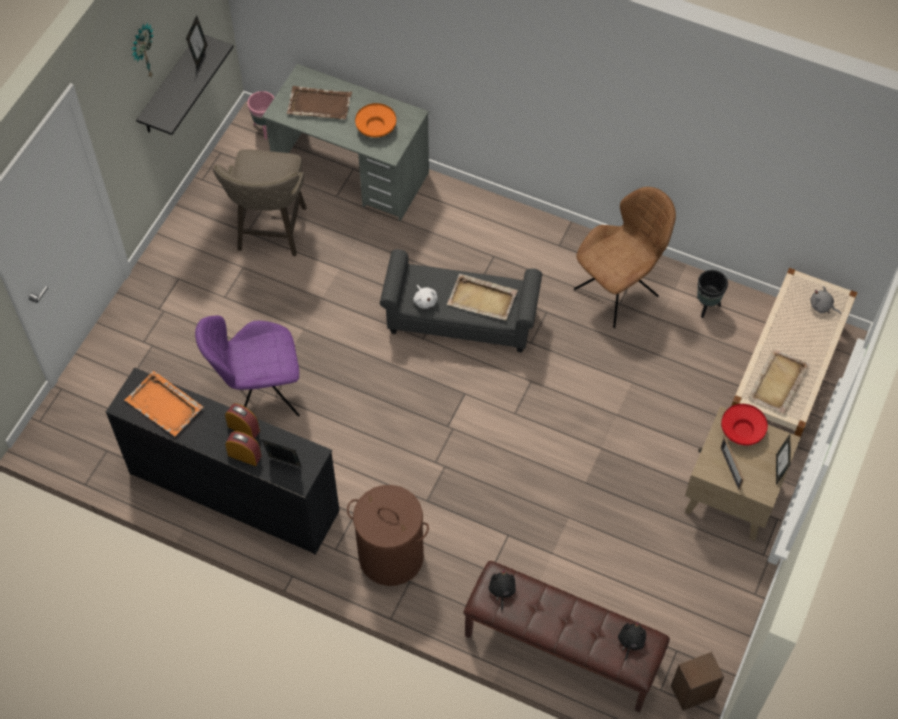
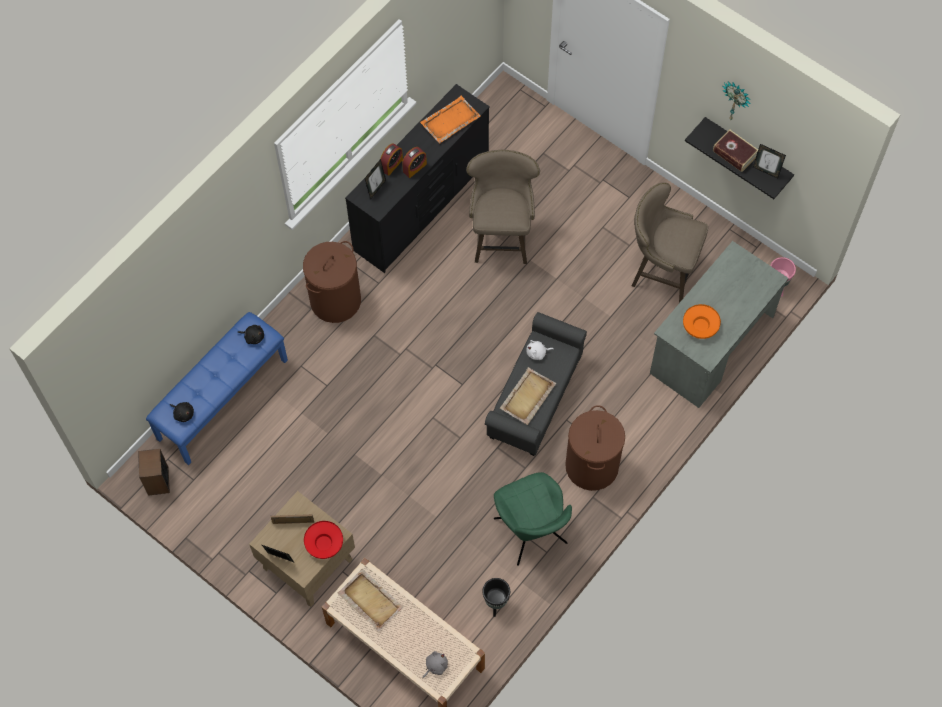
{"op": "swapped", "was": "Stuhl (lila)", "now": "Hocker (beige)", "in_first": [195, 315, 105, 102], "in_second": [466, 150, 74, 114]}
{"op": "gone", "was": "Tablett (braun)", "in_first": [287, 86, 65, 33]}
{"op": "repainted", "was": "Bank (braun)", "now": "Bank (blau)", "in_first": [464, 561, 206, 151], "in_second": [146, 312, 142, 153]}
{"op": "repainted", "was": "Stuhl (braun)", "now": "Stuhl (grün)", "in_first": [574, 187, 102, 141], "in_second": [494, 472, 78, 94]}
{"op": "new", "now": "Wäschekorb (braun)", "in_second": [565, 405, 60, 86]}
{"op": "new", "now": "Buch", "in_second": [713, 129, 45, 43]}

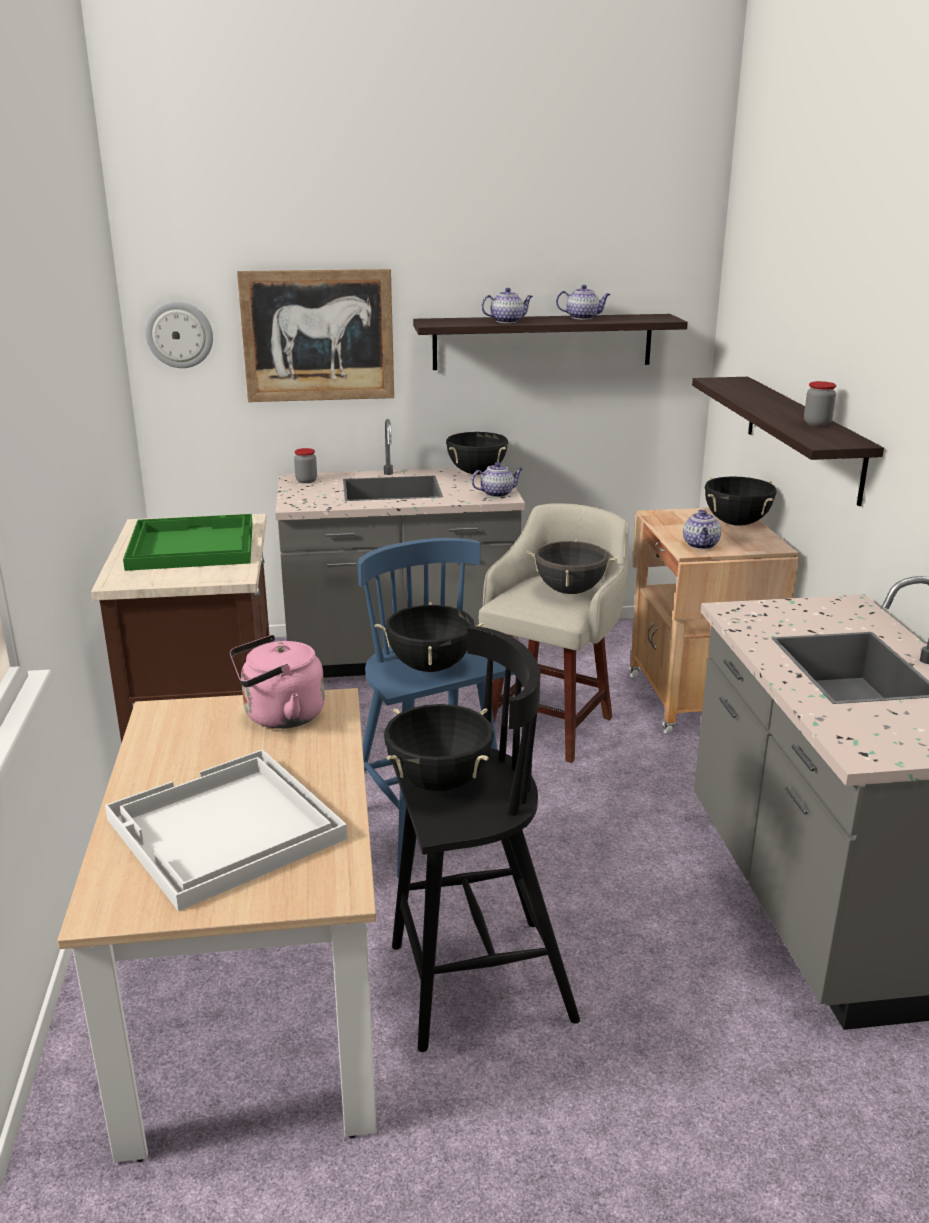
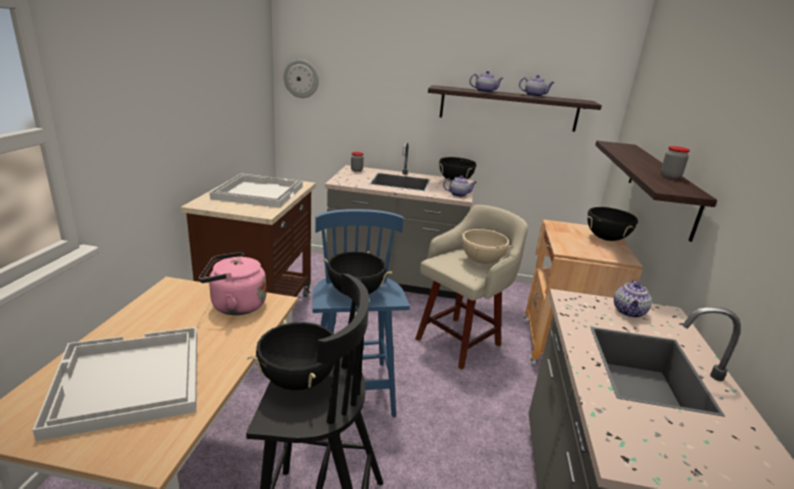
{"op": "repainted", "was": "Tablett (grün)", "now": "Tablett (weiß)", "in_first": [123, 514, 130, 57], "in_second": [209, 174, 94, 34]}
{"op": "gone", "was": "Bild", "in_first": [237, 269, 157, 133]}
{"op": "repainted", "was": "Kochtopf (schwarz)", "now": "Kochtopf (beige)", "in_first": [527, 540, 90, 54], "in_second": [458, 229, 56, 35]}
{"op": "shifted", "was": "Teekanne", "in_first": [683, 510, 38, 39], "in_second": [614, 279, 38, 39]}

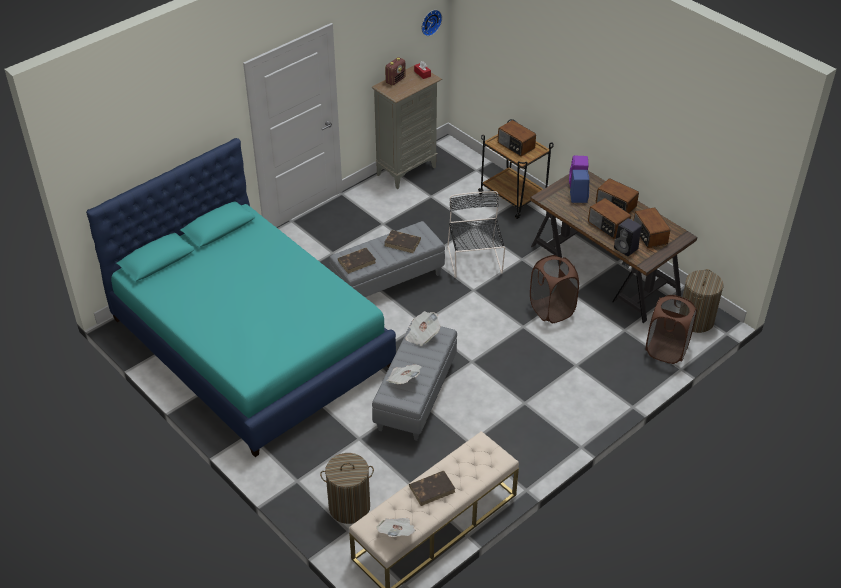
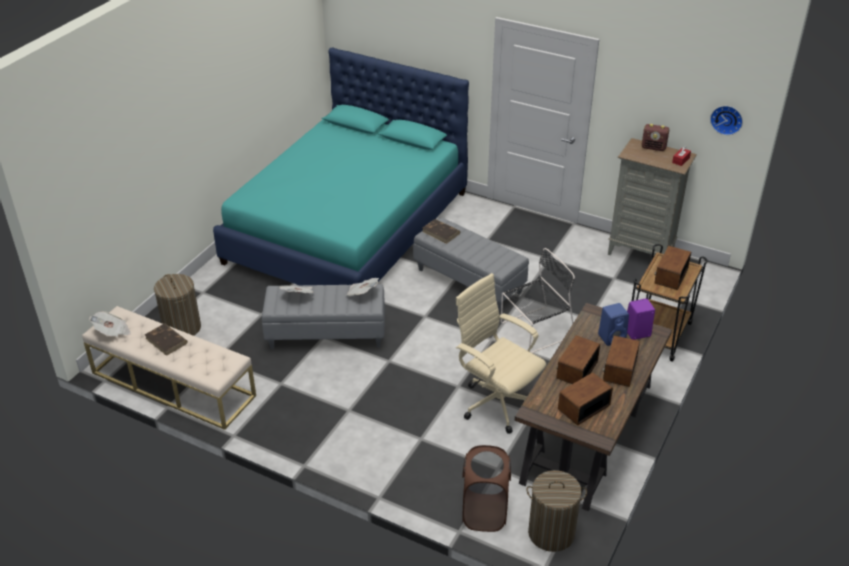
{"op": "gone", "was": "Buch (braun)", "in_first": [384, 230, 37, 23]}
{"op": "swapped", "was": "Wäschekorb (braun)", "now": "Bürostuhl (beige)", "in_first": [530, 255, 49, 68], "in_second": [456, 273, 90, 161]}
{"op": "gone", "was": "Lautsprecher (schwarz)", "in_first": [614, 218, 27, 38]}

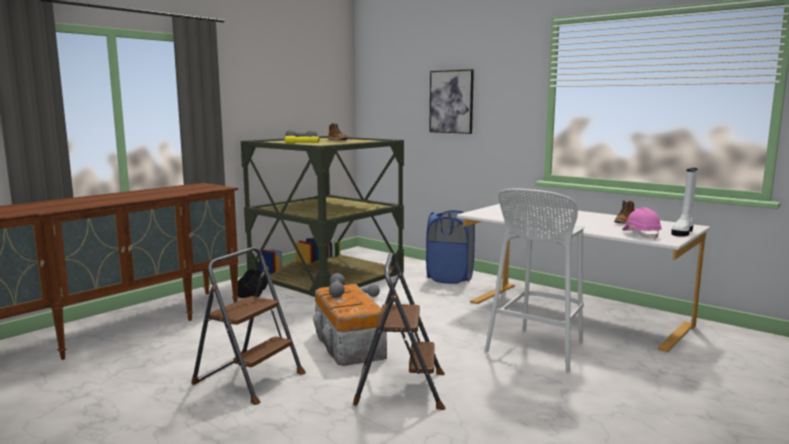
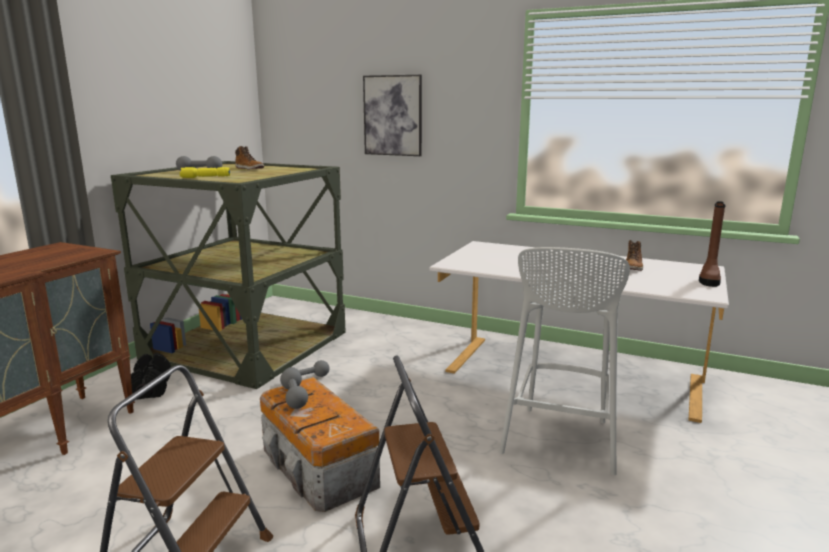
{"op": "gone", "was": "Wäschekorb (blau)", "in_first": [426, 210, 49, 74]}
{"op": "gone", "was": "Schutzhelm (rosa)", "in_first": [622, 208, 40, 32]}
{"op": "repainted", "was": "Stiefel (weiß)", "now": "Stiefel (braun)", "in_first": [671, 168, 27, 69], "in_second": [699, 201, 27, 86]}

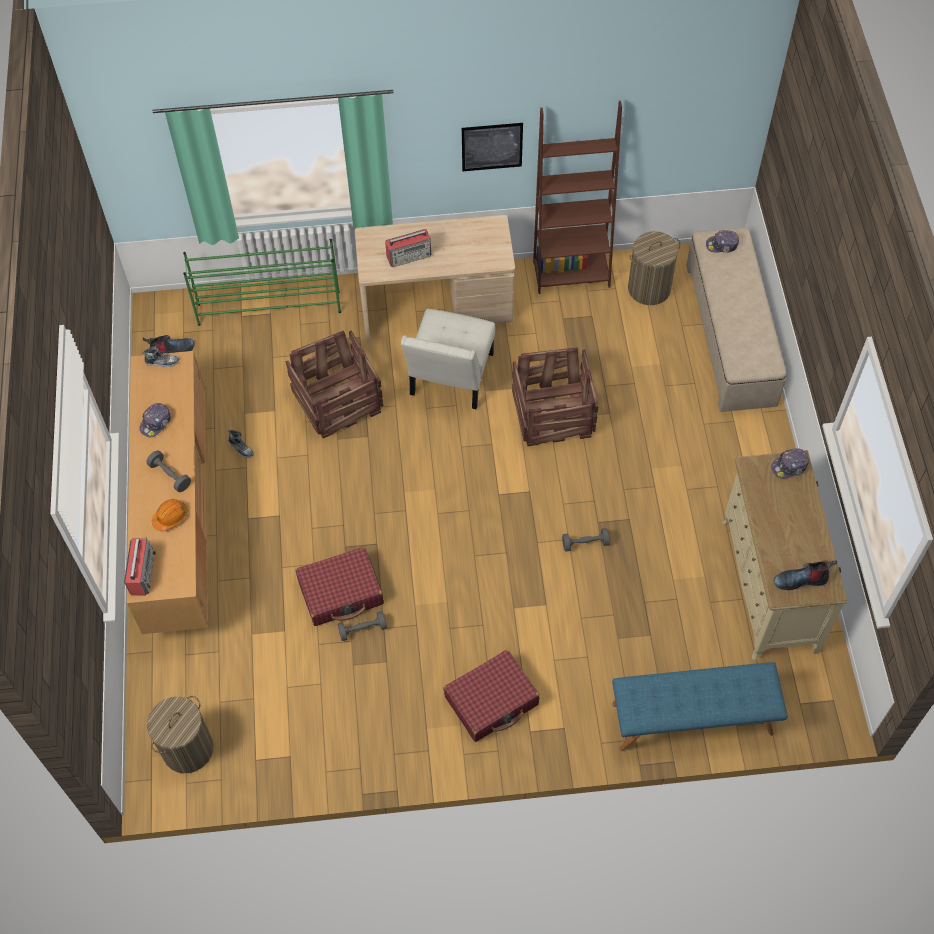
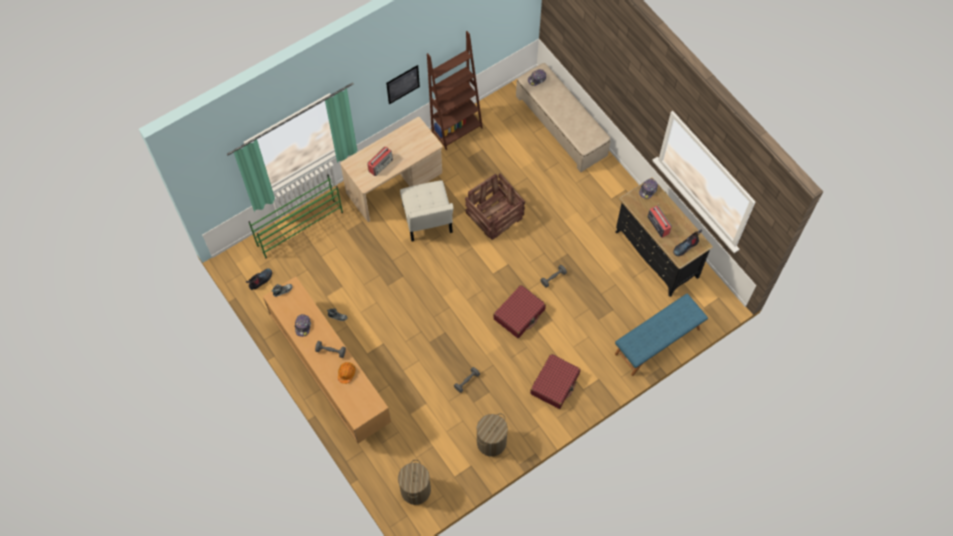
{"op": "shifted", "was": "Radio", "in_first": [124, 536, 32, 60], "in_second": [648, 204, 24, 34]}
{"op": "gone", "was": "Kiste", "in_first": [285, 330, 99, 108]}
{"op": "shifted", "was": "Koffer (rot)", "in_first": [296, 547, 88, 79], "in_second": [493, 285, 53, 53]}
{"op": "shifted", "was": "Wäschekorb", "in_first": [628, 231, 53, 74], "in_second": [477, 413, 31, 44]}
{"op": "repainted", "was": "Kommode (beige)", "now": "Kommode (schwarz)", "in_first": [722, 450, 125, 210], "in_second": [615, 177, 98, 120]}

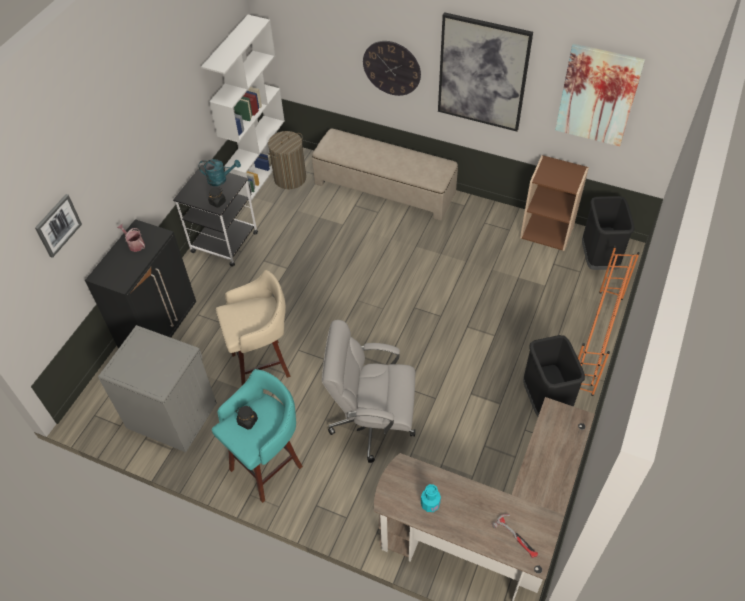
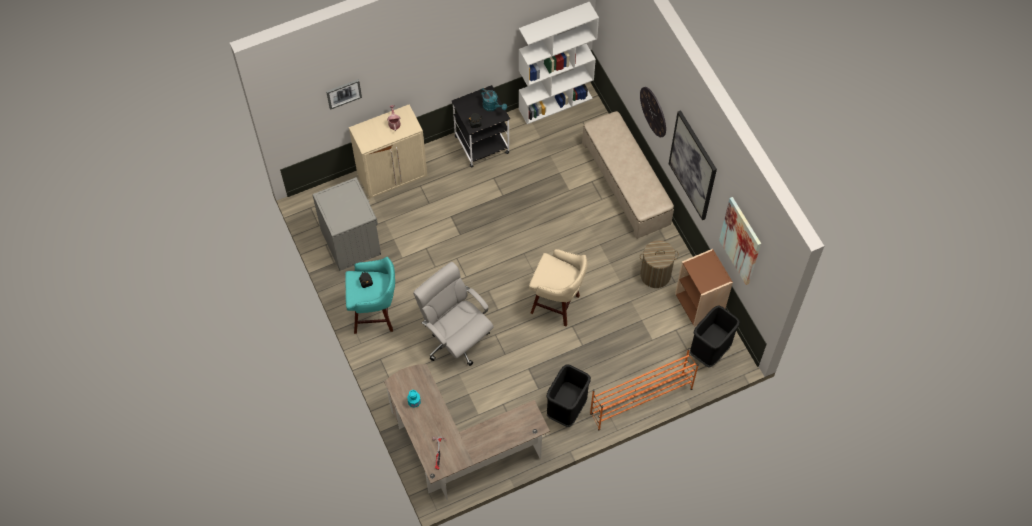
{"op": "repainted", "was": "Schrank (schwarz)", "now": "Schrank (beige)", "in_first": [85, 219, 111, 129], "in_second": [349, 105, 78, 93]}
{"op": "shifted", "was": "Hocker (beige)", "in_first": [216, 270, 74, 115], "in_second": [529, 249, 59, 78]}
{"op": "shifted", "was": "Wäschekorb", "in_first": [268, 131, 38, 58], "in_second": [640, 240, 39, 48]}

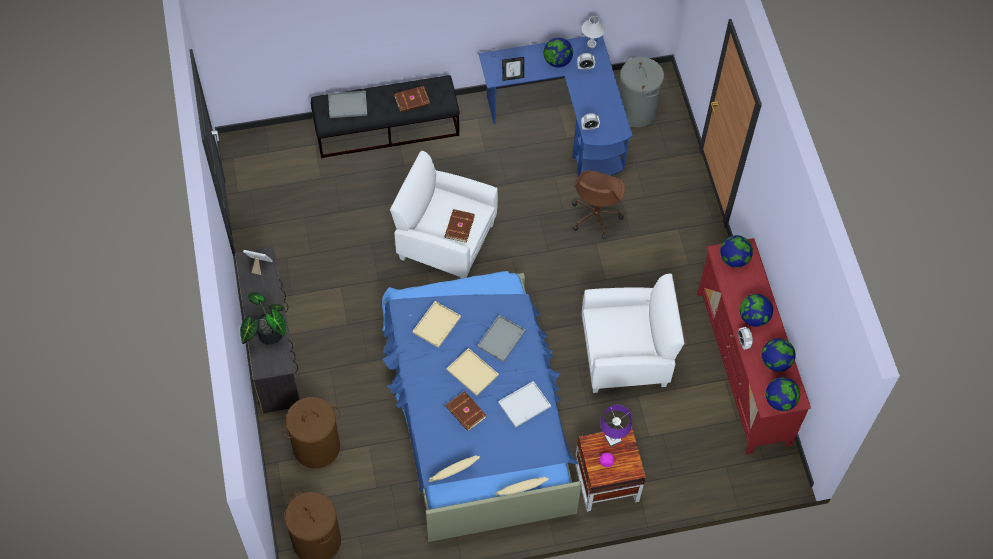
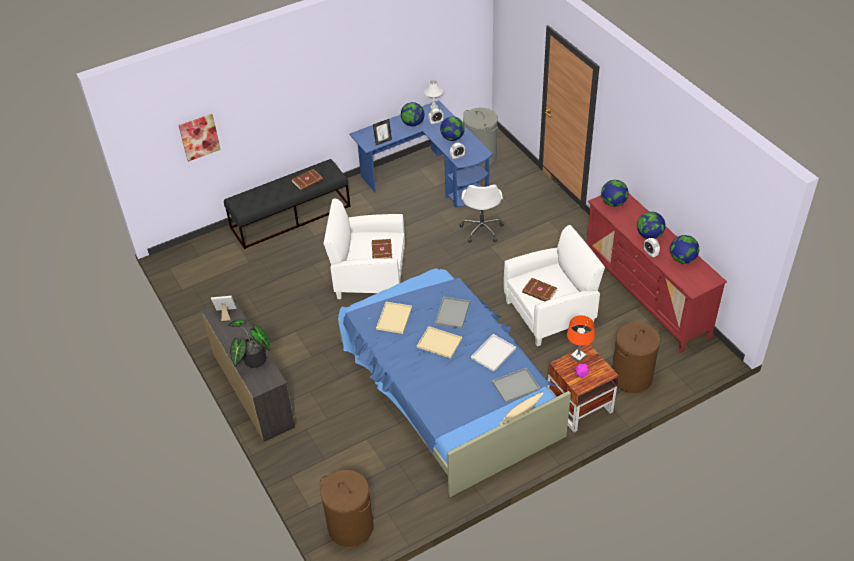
{"op": "shifted", "was": "Wäschekorb (braun)", "in_first": [281, 397, 59, 71], "in_second": [612, 322, 48, 71]}
{"op": "shifted", "was": "Tablett (grau)", "in_first": [328, 91, 39, 27], "in_second": [492, 368, 48, 35]}
{"op": "gone", "was": "Kissen (beige)", "in_first": [428, 455, 52, 27]}
{"op": "shifted", "was": "Buch (braun)", "in_first": [446, 391, 41, 40], "in_second": [522, 278, 35, 23]}
{"op": "repainted", "was": "Bürostuhl (braun)", "now": "Bürostuhl (weiß)", "in_first": [572, 171, 53, 68], "in_second": [459, 185, 45, 58]}
{"op": "repainted", "was": "Tischlampe (lila)", "now": "Tischlampe (orange)", "in_first": [601, 404, 31, 43], "in_second": [567, 315, 28, 48]}
{"op": "shifted", "was": "Globus", "in_first": [766, 377, 34, 34], "in_second": [440, 116, 25, 25]}
{"op": "new", "now": "Bild", "in_second": [178, 114, 43, 48]}

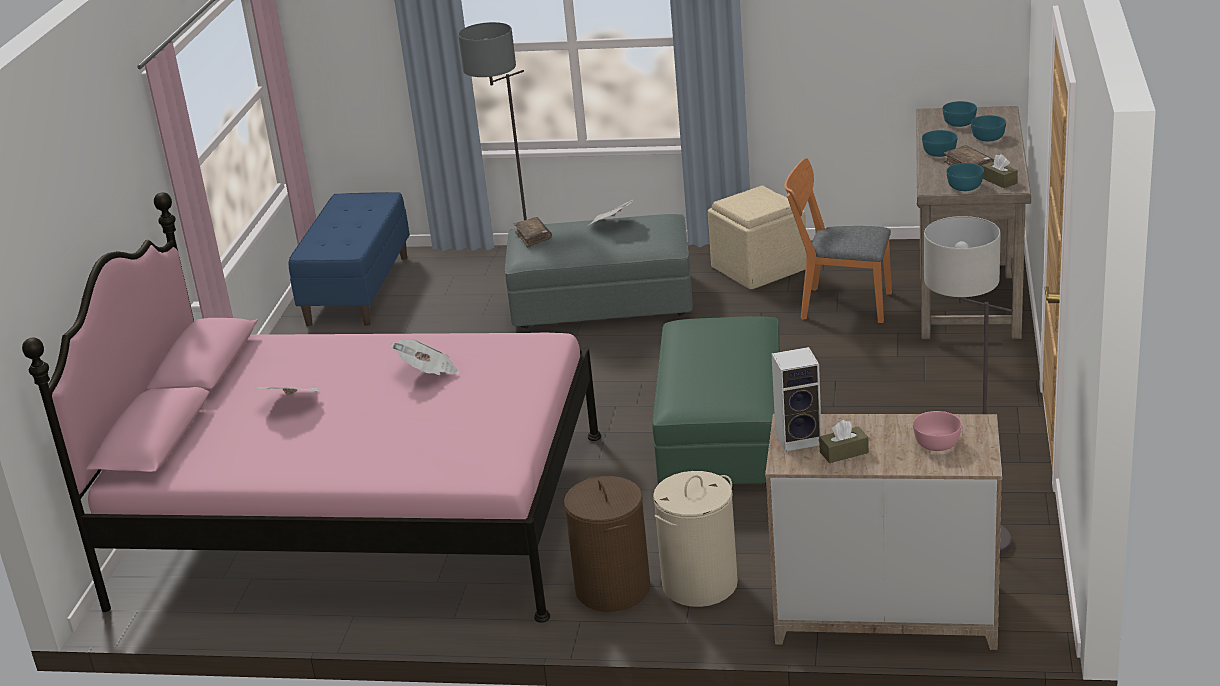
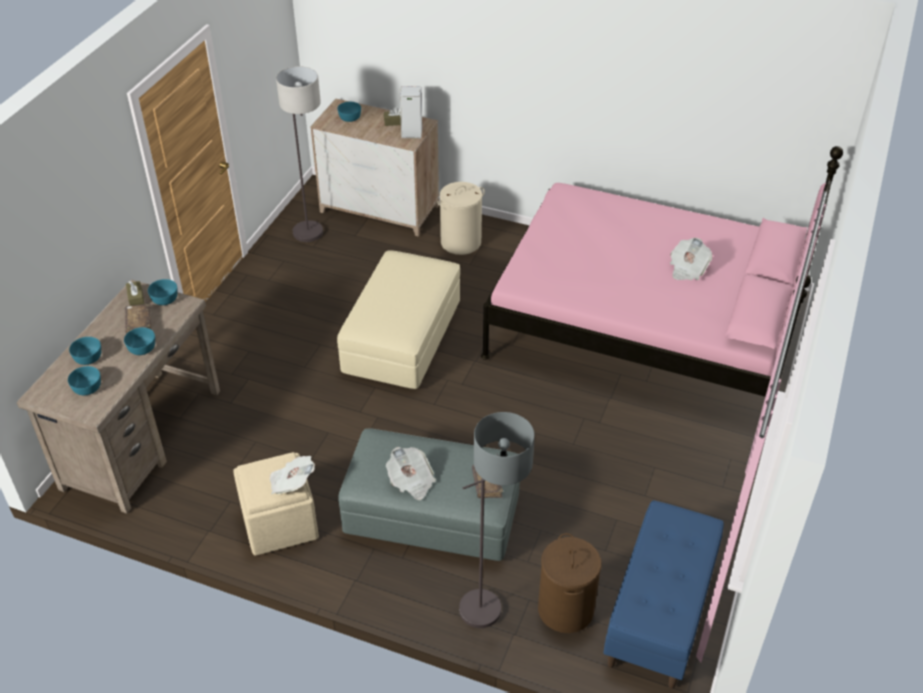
{"op": "shifted", "was": "Zeitung", "in_first": [390, 339, 70, 36], "in_second": [270, 456, 45, 38]}
{"op": "shifted", "was": "Wäschekorb (braun)", "in_first": [564, 476, 86, 136], "in_second": [538, 533, 63, 100]}
{"op": "repainted", "was": "Polsterhocker (grün)", "now": "Polsterhocker (beige)", "in_first": [652, 316, 128, 169], "in_second": [337, 250, 123, 139]}
{"op": "gone", "was": "Stuhl (orange)", "in_first": [784, 158, 108, 165]}
{"op": "repainted", "was": "Schüssel (rosa)", "now": "Schüssel (türkis)", "in_first": [913, 411, 49, 40], "in_second": [337, 102, 24, 20]}

